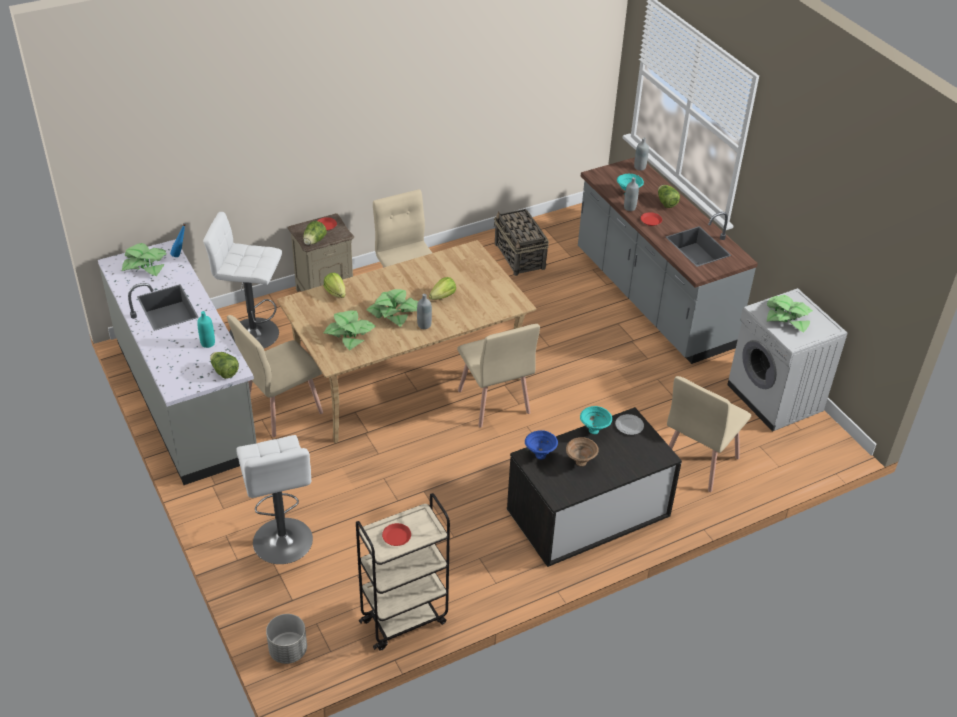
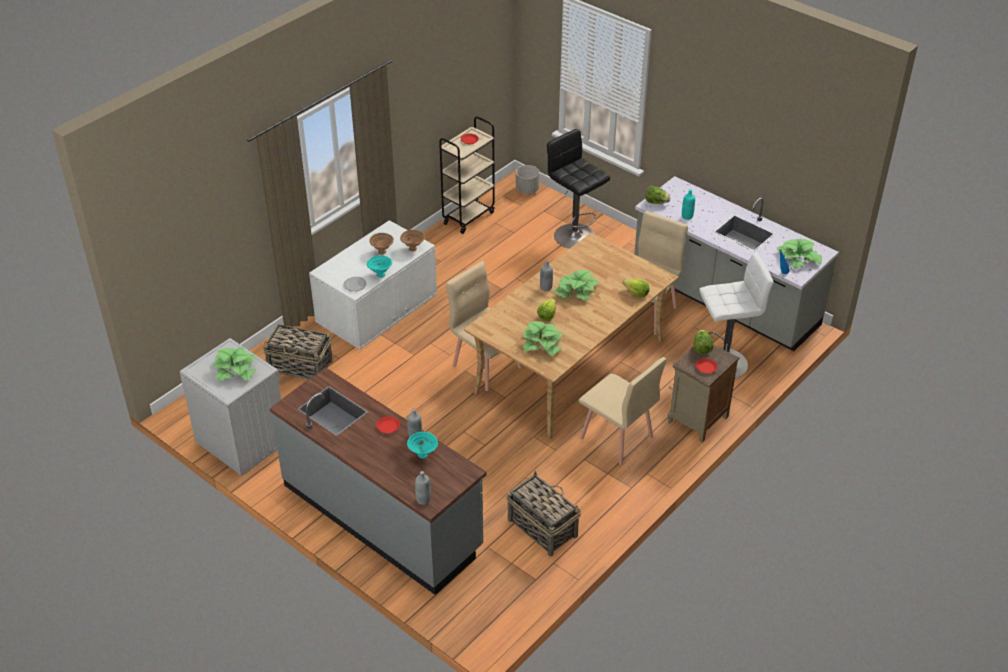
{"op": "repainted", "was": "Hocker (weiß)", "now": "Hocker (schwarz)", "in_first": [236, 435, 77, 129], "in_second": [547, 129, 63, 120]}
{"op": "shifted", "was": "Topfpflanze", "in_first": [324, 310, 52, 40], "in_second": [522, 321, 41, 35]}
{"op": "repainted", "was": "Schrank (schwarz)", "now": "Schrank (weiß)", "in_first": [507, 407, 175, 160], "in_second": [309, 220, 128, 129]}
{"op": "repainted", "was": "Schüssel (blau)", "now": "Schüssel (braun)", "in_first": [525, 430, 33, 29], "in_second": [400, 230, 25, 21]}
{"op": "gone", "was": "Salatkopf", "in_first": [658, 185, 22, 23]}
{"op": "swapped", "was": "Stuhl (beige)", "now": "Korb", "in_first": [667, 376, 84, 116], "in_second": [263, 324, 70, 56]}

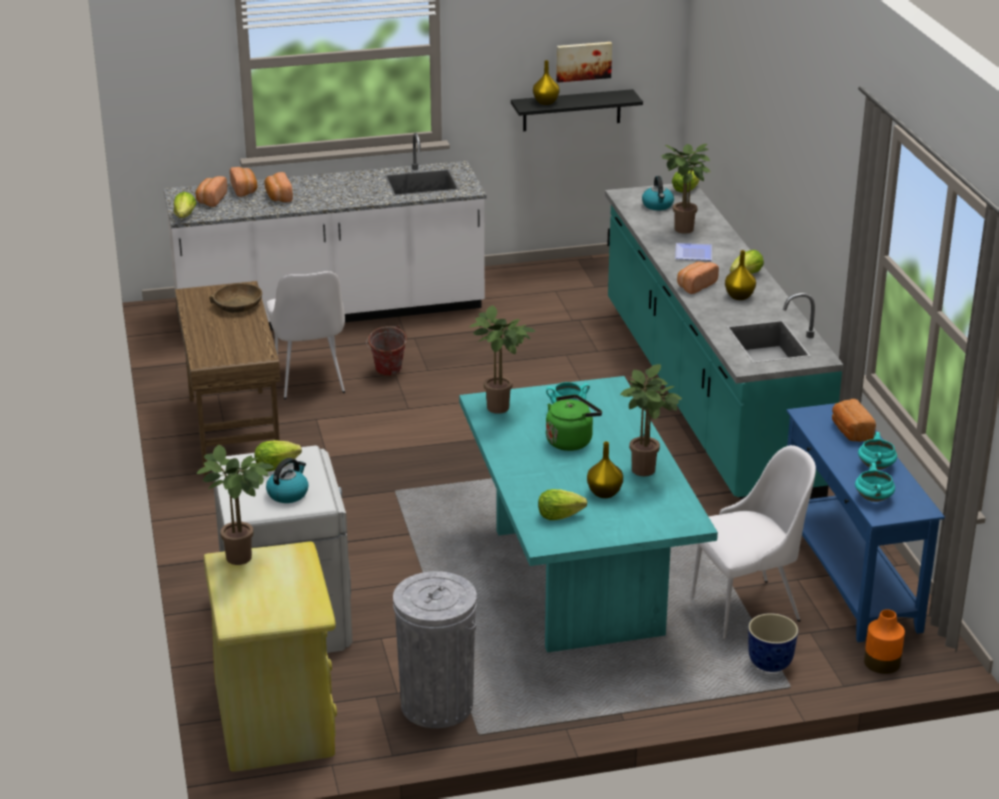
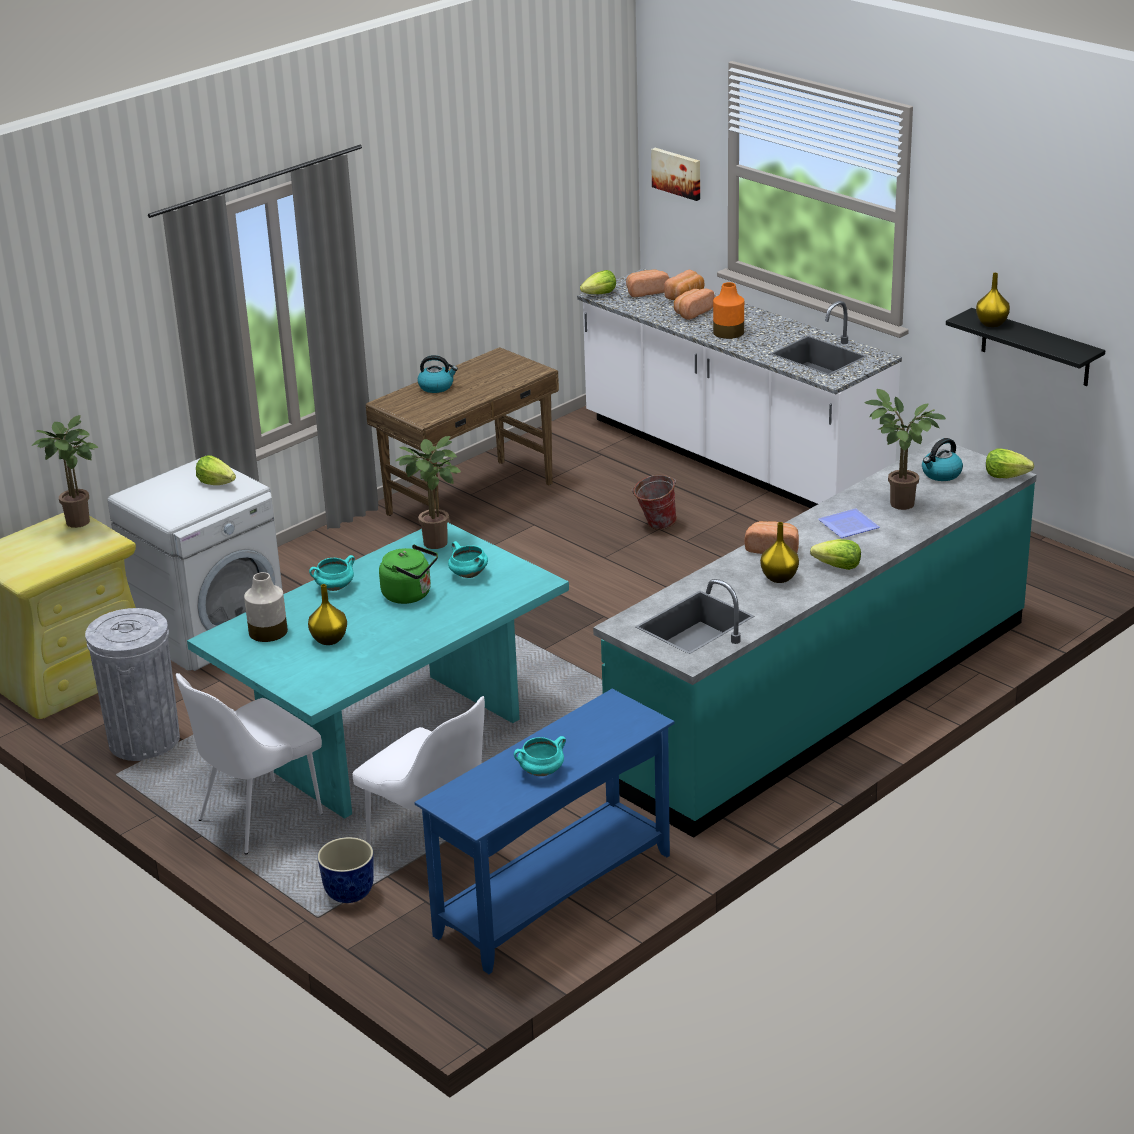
{"op": "gone", "was": "Schüssel (braun)", "in_first": [209, 283, 53, 30]}
{"op": "shifted", "was": "Wasserkessel", "in_first": [266, 458, 42, 45], "in_second": [418, 355, 40, 38]}
{"op": "shifted", "was": "Stuhl (weiß)", "in_first": [267, 271, 78, 128], "in_second": [176, 673, 147, 182]}
{"op": "swapped", "was": "Salatkopf", "now": "Vase (beige)", "in_first": [538, 489, 49, 31], "in_second": [244, 572, 44, 70]}
{"op": "shifted", "was": "Bild", "in_first": [556, 42, 56, 41], "in_second": [651, 148, 49, 53]}
{"op": "gone", "was": "Topfpflanze", "in_first": [620, 364, 62, 112]}
{"op": "gone", "was": "Brot", "in_first": [832, 399, 44, 43]}
{"op": "shifted", "was": "Kochtopf (türkis)", "in_first": [855, 463, 40, 39], "in_second": [309, 555, 46, 36]}
{"op": "shifted", "was": "Vase (orange)", "in_first": [864, 609, 41, 65], "in_second": [713, 282, 31, 57]}

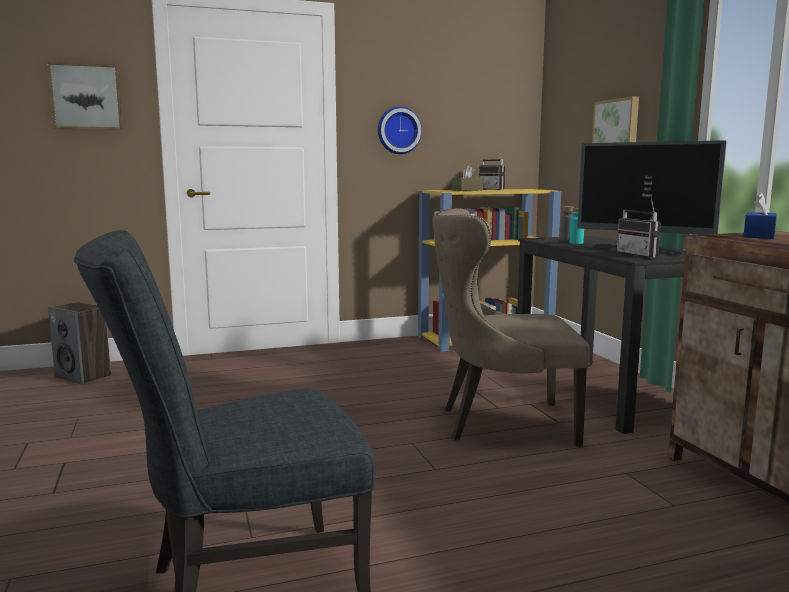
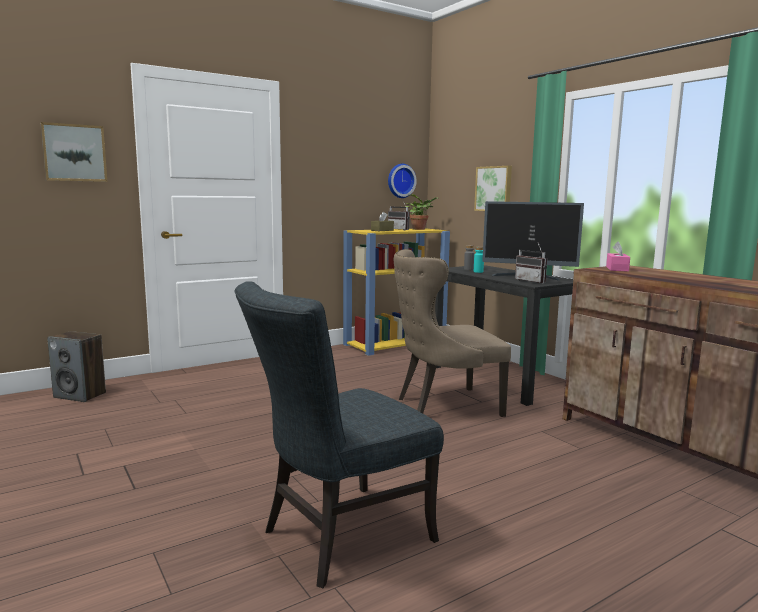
{"op": "shifted", "was": "Wanduhr", "in_first": [378, 106, 44, 48], "in_second": [388, 164, 29, 34]}
{"op": "repainted", "was": "Taschentuchbox (blau)", "now": "Taschentuchbox (rosa)", "in_first": [743, 193, 34, 46], "in_second": [606, 241, 24, 31]}
{"op": "new", "now": "Topfpflanze", "in_second": [406, 195, 32, 35]}

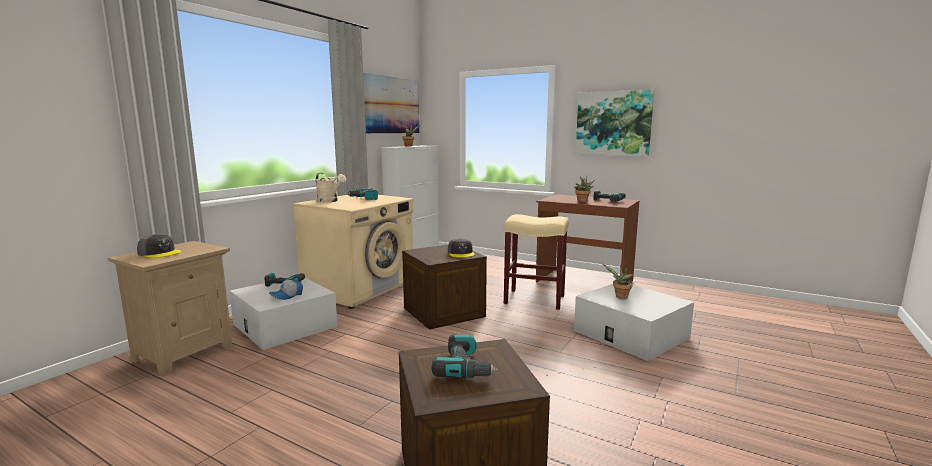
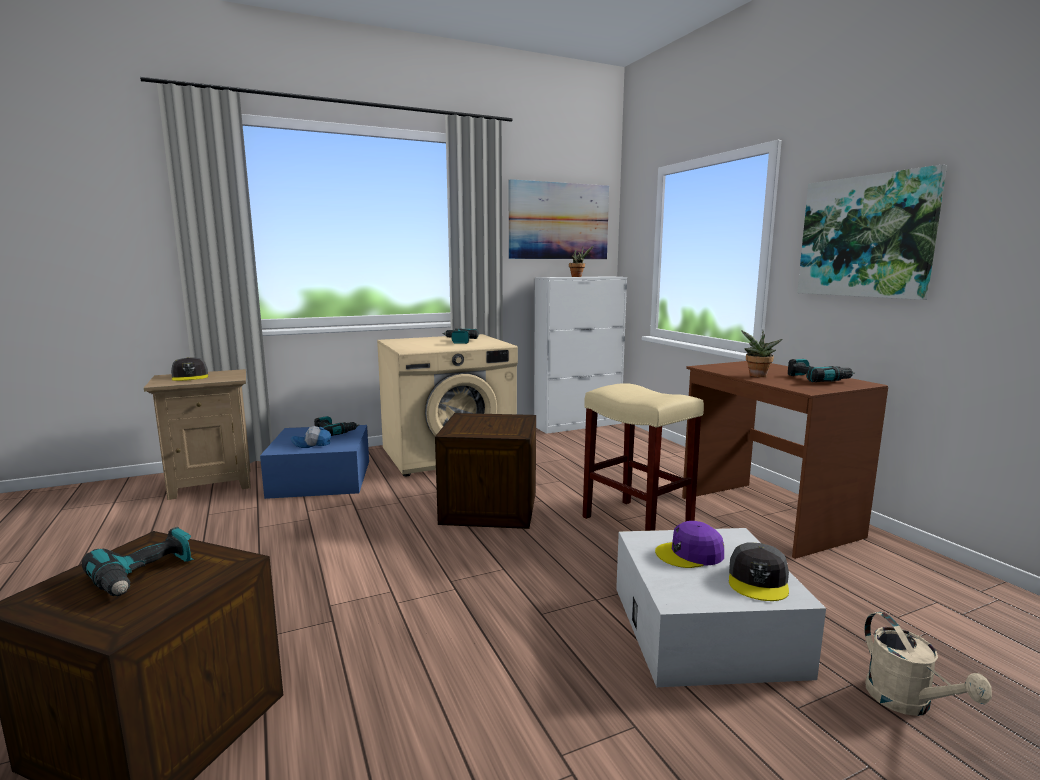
{"op": "repainted", "was": "Aufbewahrungsbox (weiß)", "now": "Aufbewahrungsbox (blau)", "in_first": [229, 278, 108, 72], "in_second": [260, 425, 109, 74]}
{"op": "shifted", "was": "Gießkanne (beige)", "in_first": [316, 173, 30, 29], "in_second": [864, 612, 128, 104]}
{"op": "shifted", "was": "Kappe (grau)", "in_first": [448, 238, 27, 20], "in_second": [729, 542, 60, 59]}
{"op": "swapped", "was": "Topfpflanze", "now": "Kappe (lila)", "in_first": [603, 264, 31, 35], "in_second": [655, 521, 69, 47]}

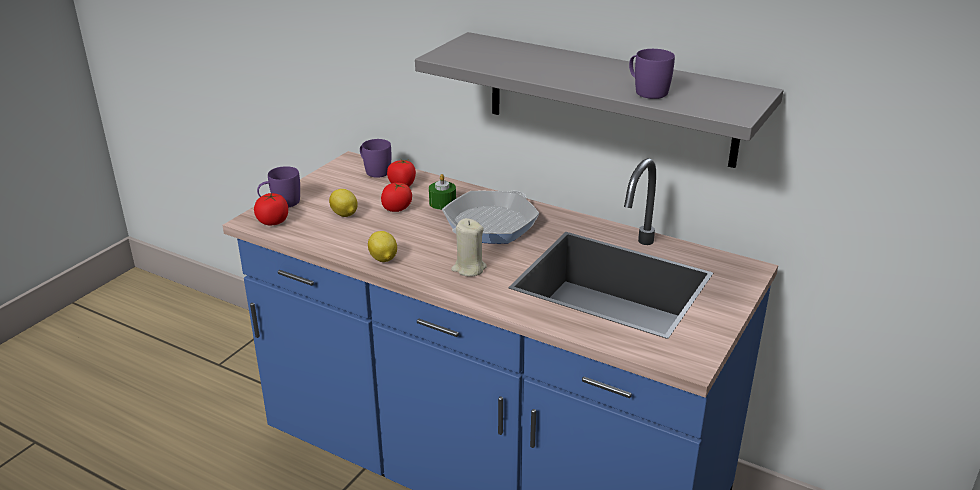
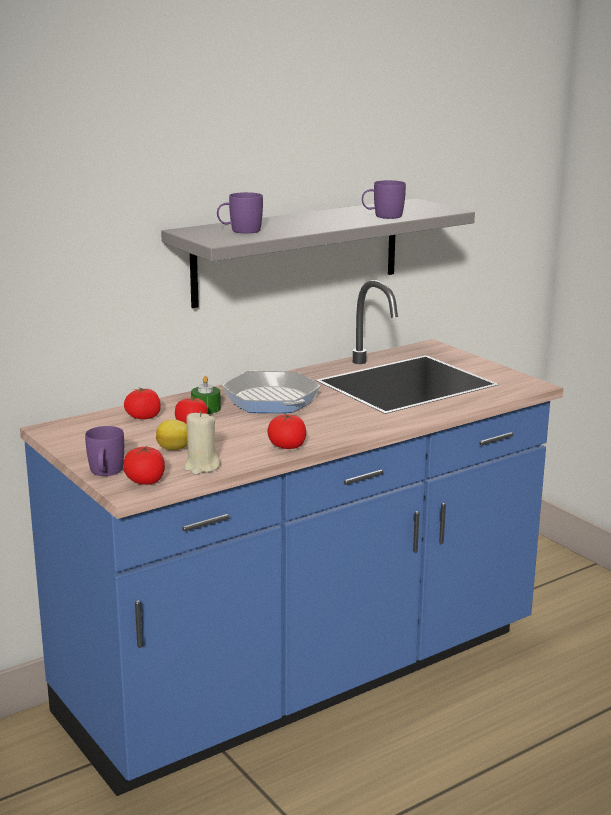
{"op": "shifted", "was": "Henkelbecher (lila)", "in_first": [360, 139, 31, 39], "in_second": [217, 192, 46, 42]}
{"op": "swapped", "was": "Zitrone", "now": "Tomate", "in_first": [368, 231, 29, 31], "in_second": [267, 413, 39, 36]}
{"op": "shifted", "was": "Kerze (beige)", "in_first": [451, 218, 36, 59], "in_second": [184, 411, 37, 64]}

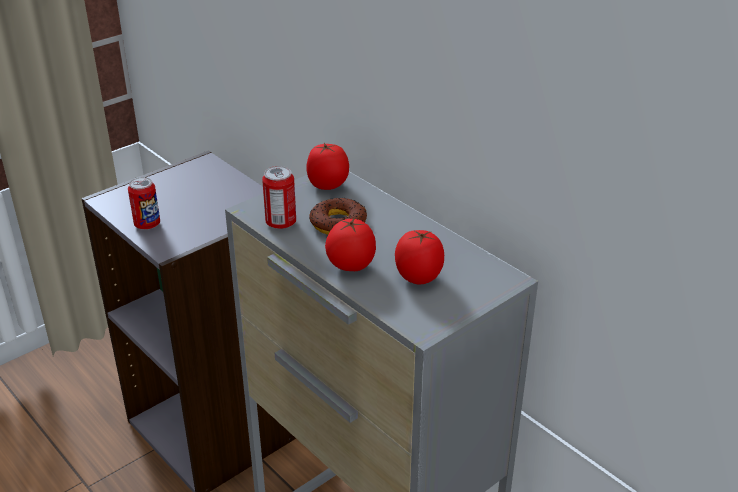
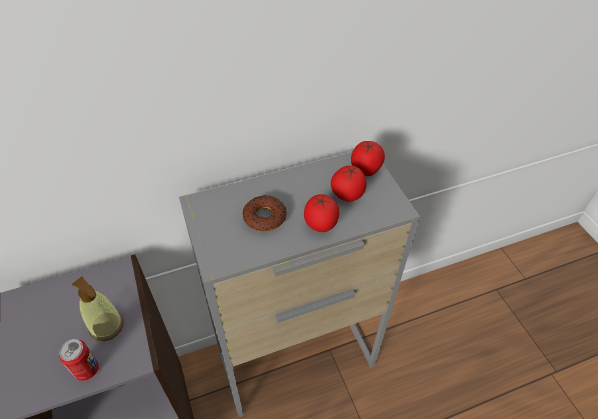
{"op": "gone", "was": "Dose", "in_first": [262, 166, 34, 63]}
{"op": "shifted", "was": "Tomate", "in_first": [306, 143, 43, 47], "in_second": [351, 141, 34, 35]}
{"op": "new", "now": "Seifenspender", "in_second": [72, 277, 52, 64]}

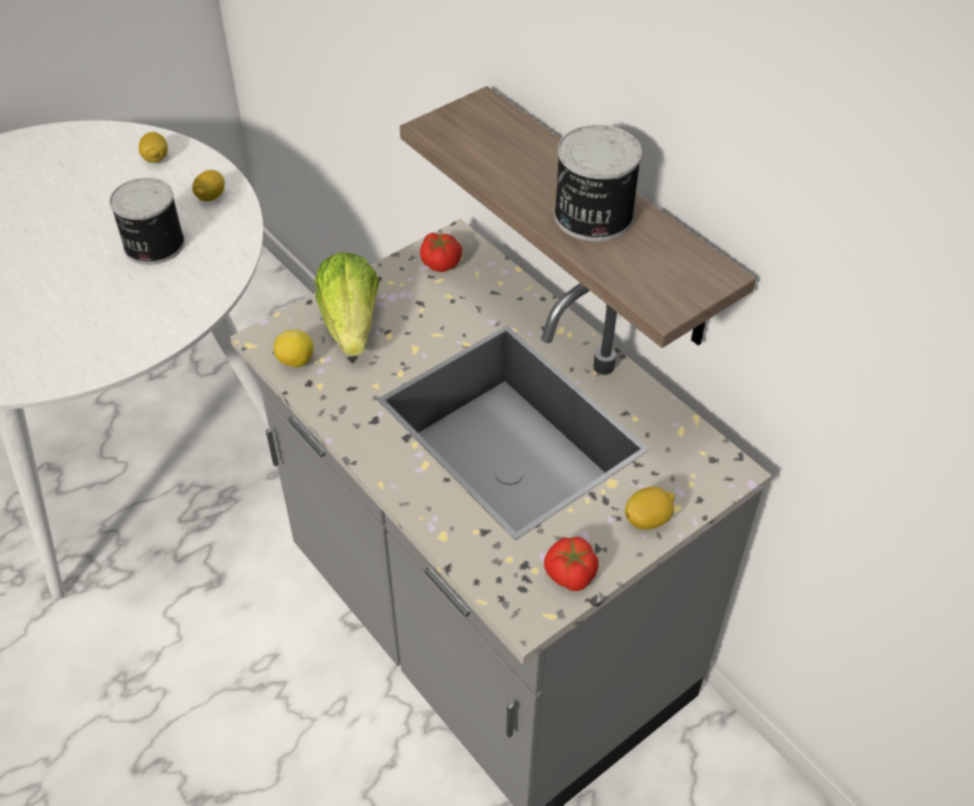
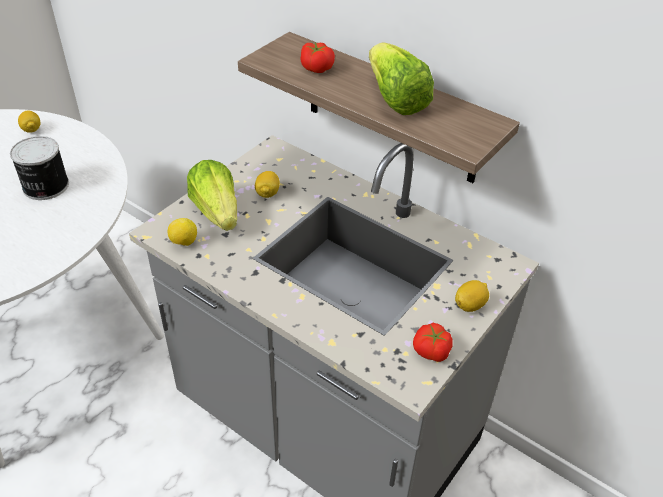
{"op": "shifted", "was": "Zitrone", "in_first": [192, 170, 33, 32], "in_second": [255, 171, 25, 27]}
{"op": "shifted", "was": "Tomate", "in_first": [420, 233, 42, 39], "in_second": [300, 42, 35, 31]}
{"op": "swapped", "was": "Dose", "now": "Salatkopf", "in_first": [554, 125, 88, 117], "in_second": [369, 43, 65, 72]}

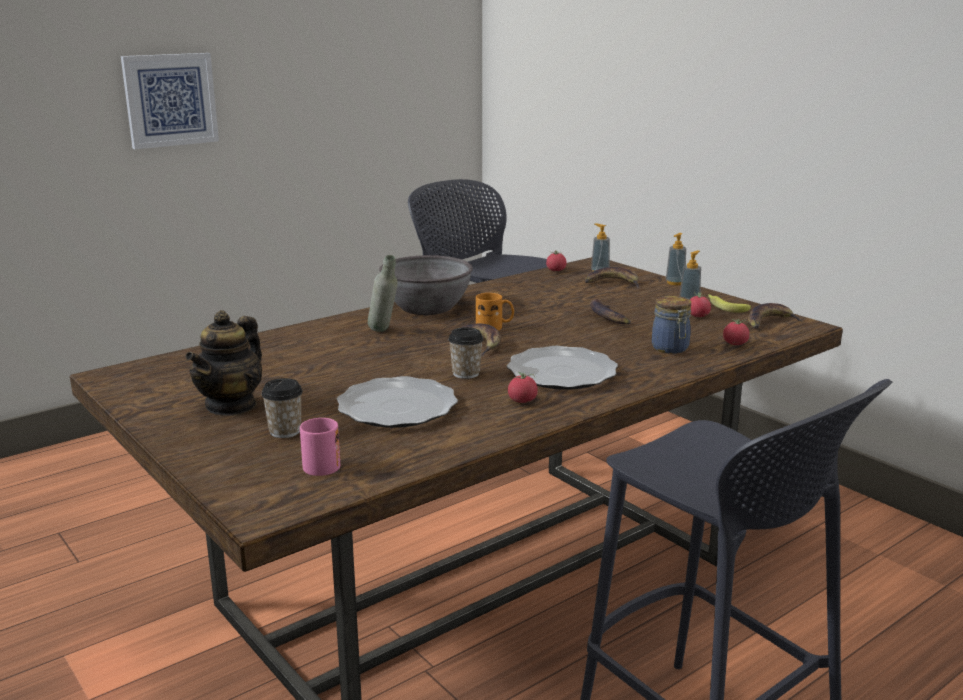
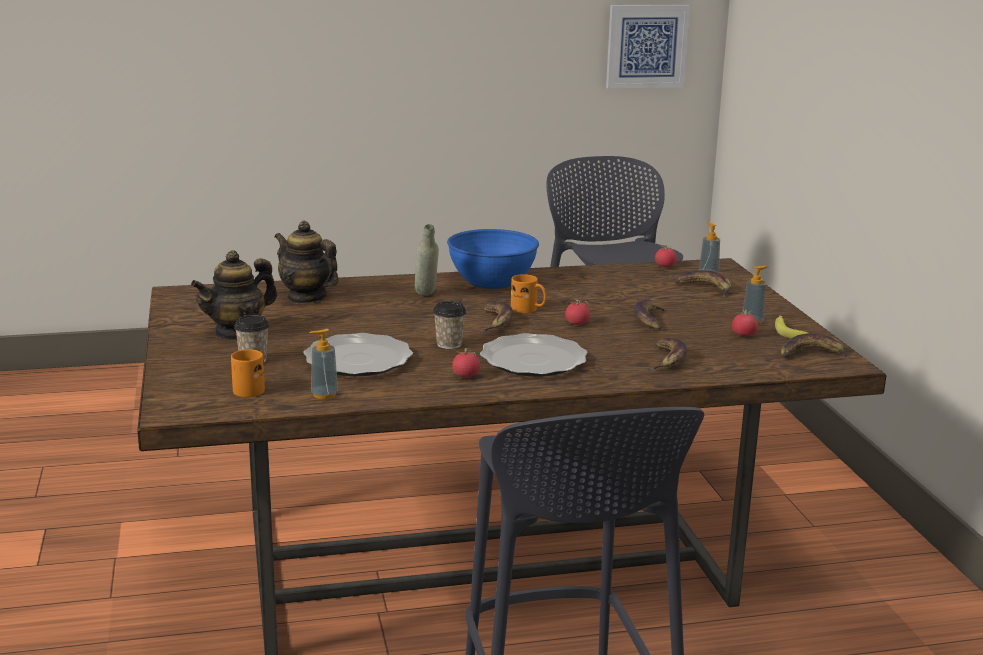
{"op": "shifted", "was": "Bild", "in_first": [121, 53, 98, 96], "in_second": [606, 5, 84, 84]}
{"op": "repainted", "was": "Henkelbecher (rosa)", "now": "Henkelbecher (orange)", "in_first": [300, 418, 40, 58], "in_second": [231, 349, 34, 48]}
{"op": "repainted", "was": "Schüssel (grau)", "now": "Schüssel (blau)", "in_first": [379, 255, 94, 60], "in_second": [447, 229, 92, 60]}
{"op": "swapped", "was": "Vorratsglas", "now": "Banane", "in_first": [652, 296, 39, 58], "in_second": [649, 338, 38, 33]}
{"op": "shifted", "was": "Seifenspender", "in_first": [666, 233, 20, 52], "in_second": [309, 329, 29, 70]}
{"op": "shifted", "was": "Tomate", "in_first": [723, 319, 27, 26], "in_second": [565, 299, 25, 26]}
{"op": "new", "now": "Teekanne", "in_second": [274, 221, 65, 83]}

